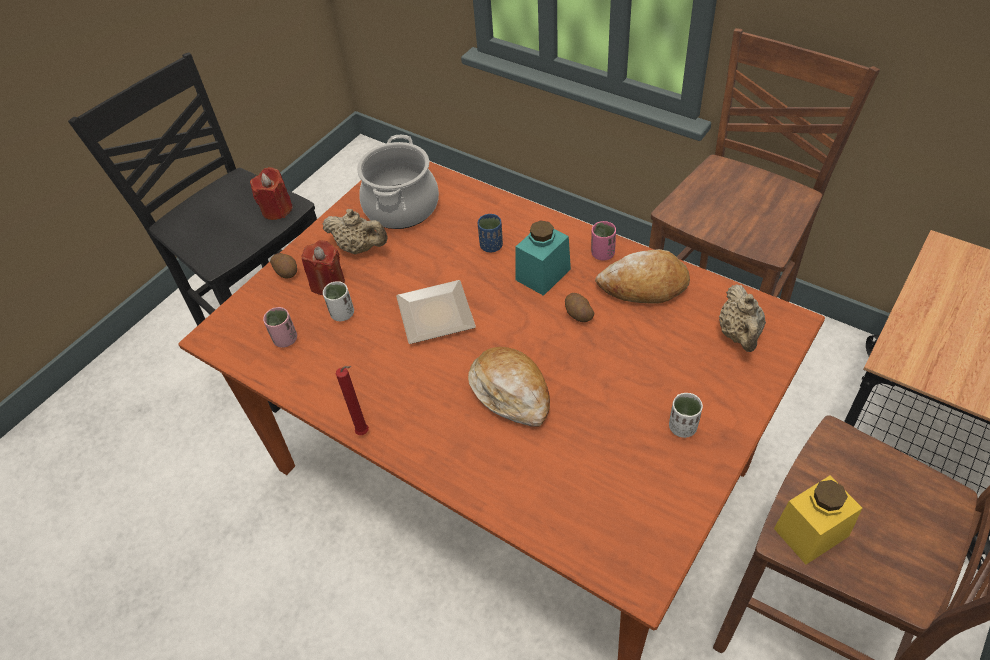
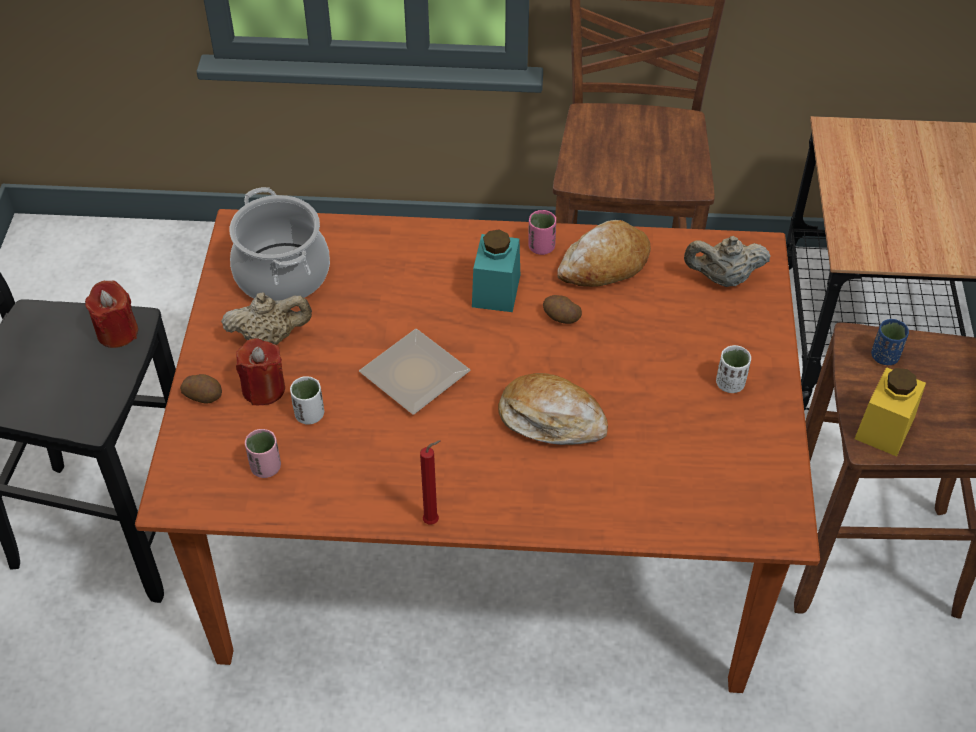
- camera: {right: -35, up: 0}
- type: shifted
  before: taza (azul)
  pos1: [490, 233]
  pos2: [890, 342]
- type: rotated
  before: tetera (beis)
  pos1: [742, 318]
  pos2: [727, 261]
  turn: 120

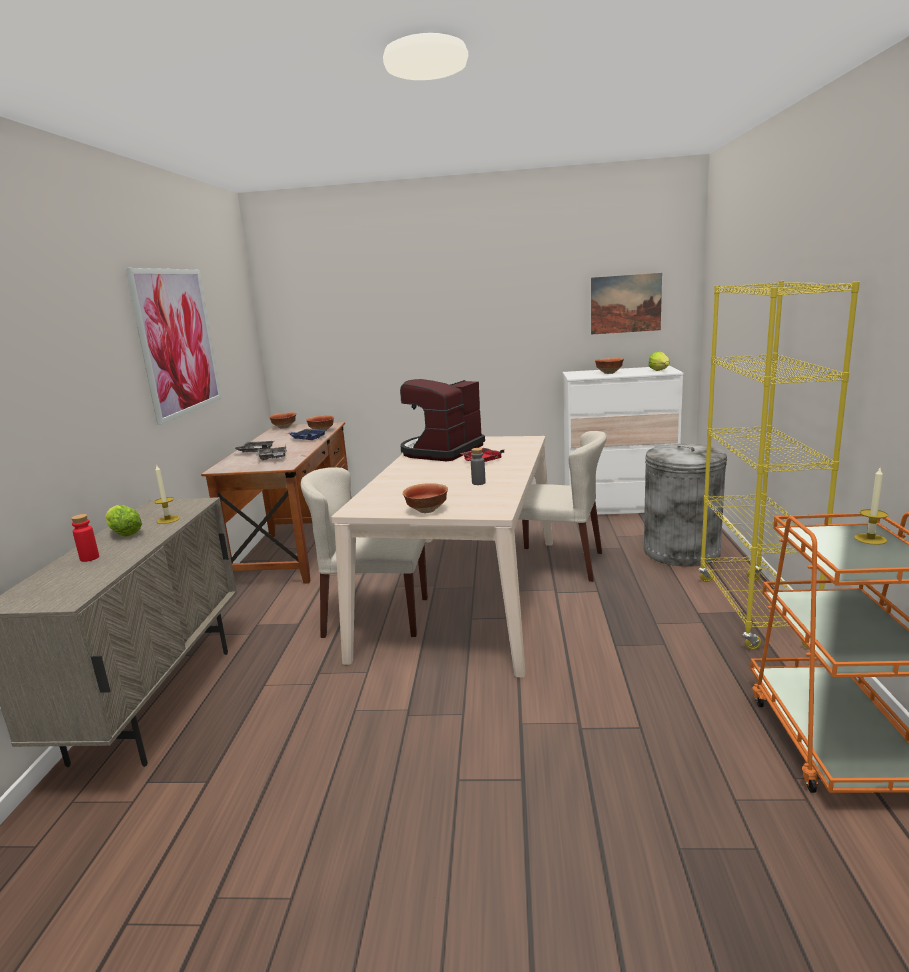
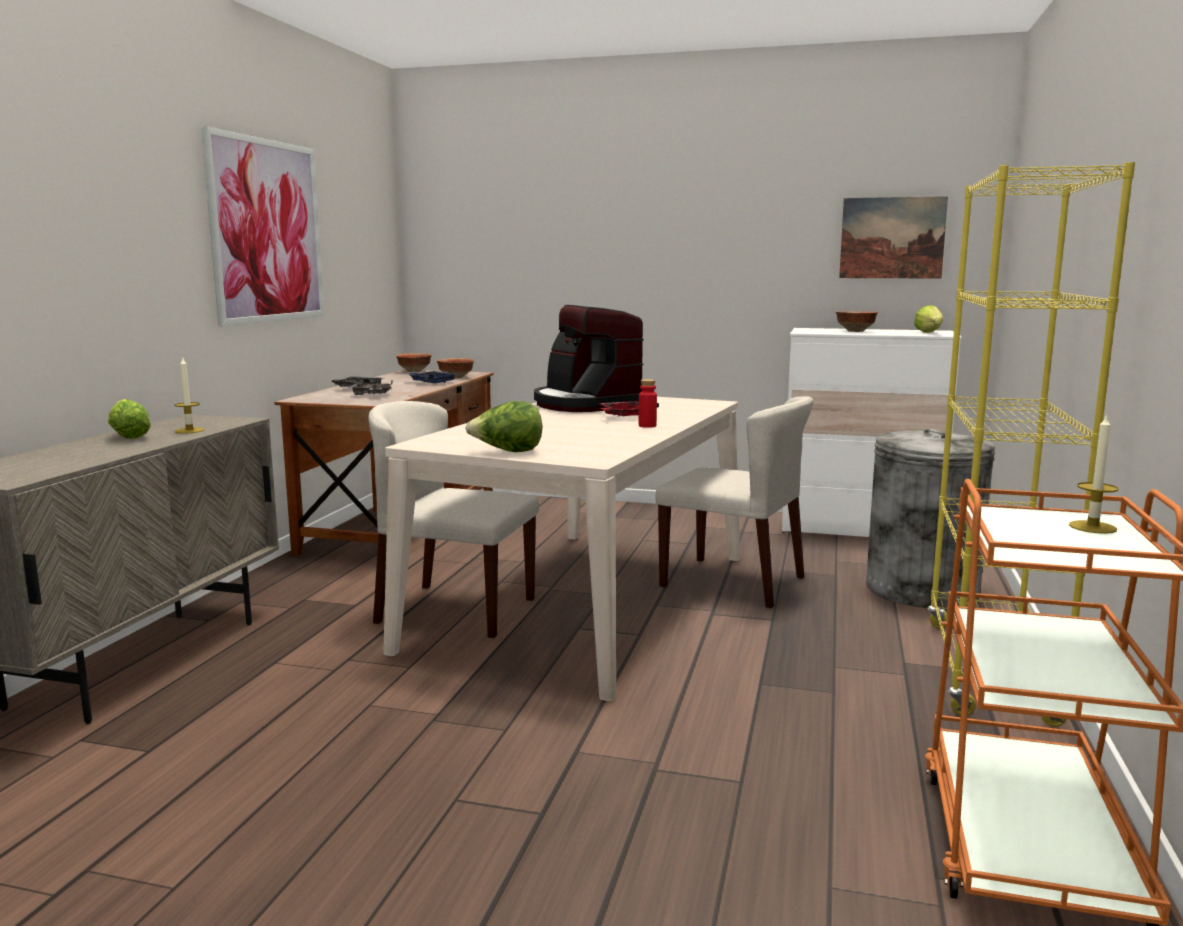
- camera: {right: 10, up: -5}
- type: rotated
  before: cafetera
  pos1: [442, 420]
  pos2: [589, 358]
  turn: -75
- type: gone
  before: botella (gris)
  pos1: [478, 466]
- type: swapped
  before: cuenco
  after: lechuga
  pos1: [425, 498]
  pos2: [504, 426]
- type: shifted
  before: botella (rojo)
  pos1: [85, 538]
  pos2: [648, 403]

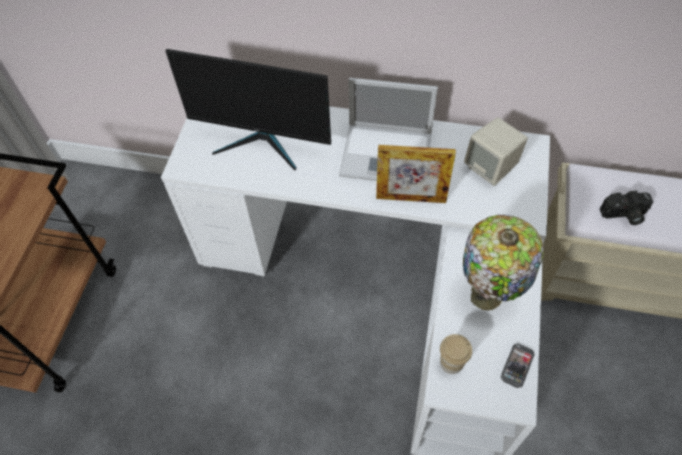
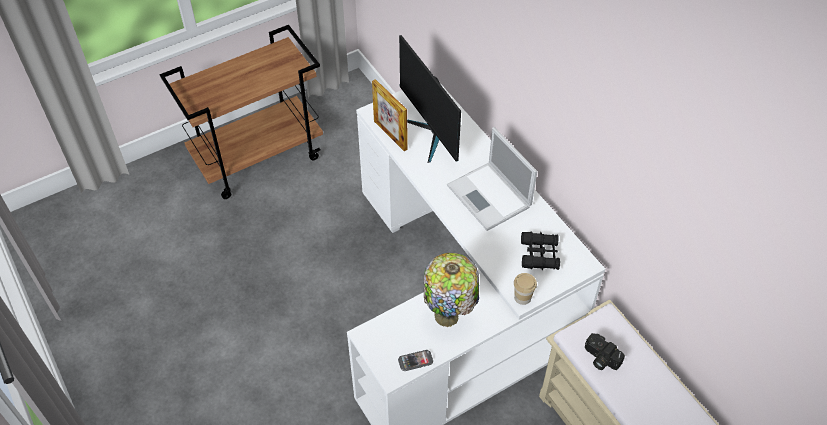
- camera: {right: 45, up: -5}
- type: swapped
  before: altavoz (beis)
  after: prismáticos (negro)
  pos1: [496, 151]
  pos2: [540, 250]
- type: shifted
  before: portarretratos
  pos1: [416, 174]
  pos2: [390, 115]
- type: shifted
  before: taza
  pos1: [456, 354]
  pos2: [525, 289]

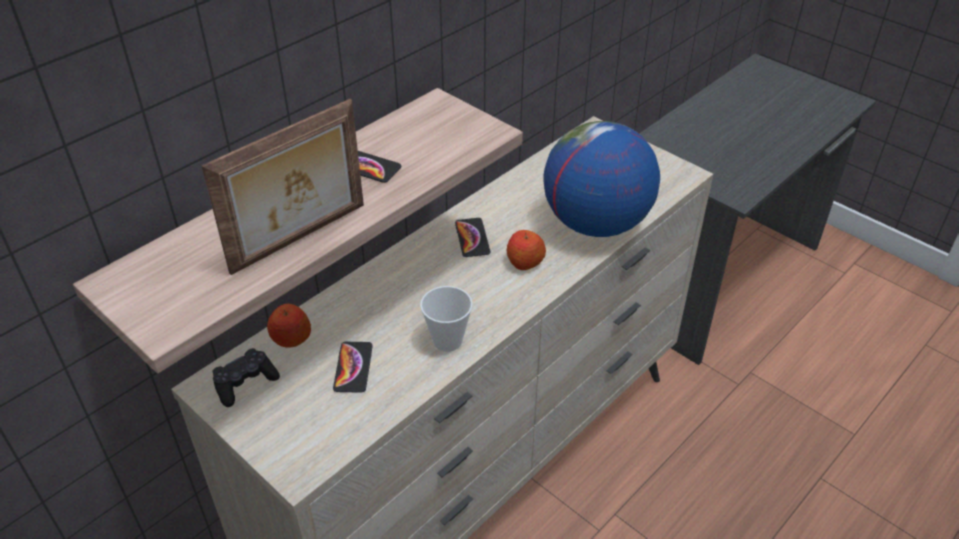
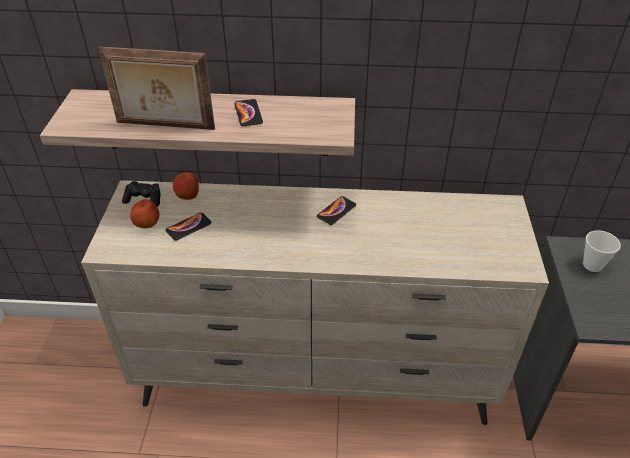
- camera: {right: 50, up: 0}
- type: gone
  before: globo terráqueo
  pos1: [601, 179]
- type: shifted
  before: manzana
  pos1: [526, 250]
  pos2: [145, 213]
- type: shifted
  before: taza
  pos1: [446, 319]
  pos2: [602, 251]

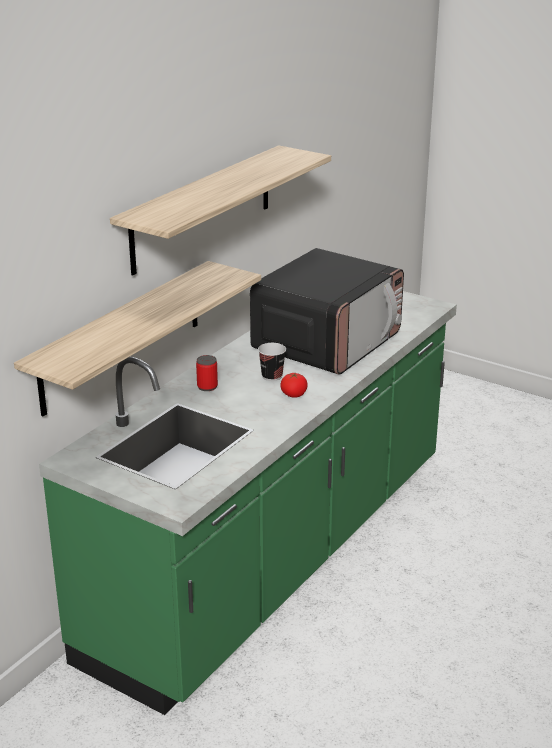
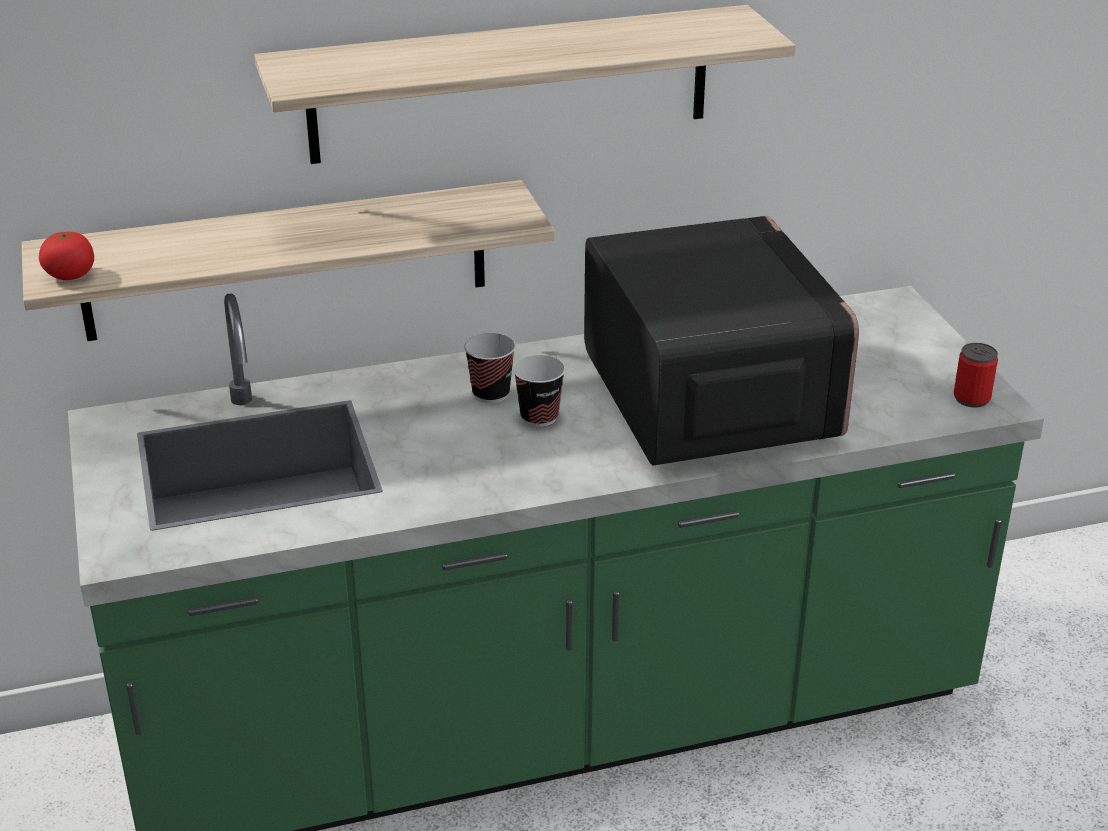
- camera: {right: 40, up: 5}
- type: rotated
  before: microondas
  pos1: [327, 311]
  pos2: [721, 341]
  turn: -90
- type: shifted
  before: lata
  pos1: [207, 373]
  pos2: [976, 375]
- type: shifted
  before: tomate
  pos1: [294, 385]
  pos2: [66, 256]
- type: new
  after: taza
  pos2: [489, 368]

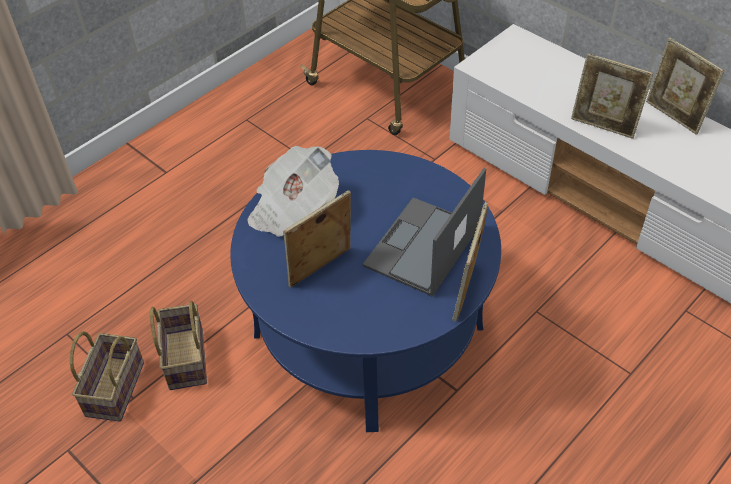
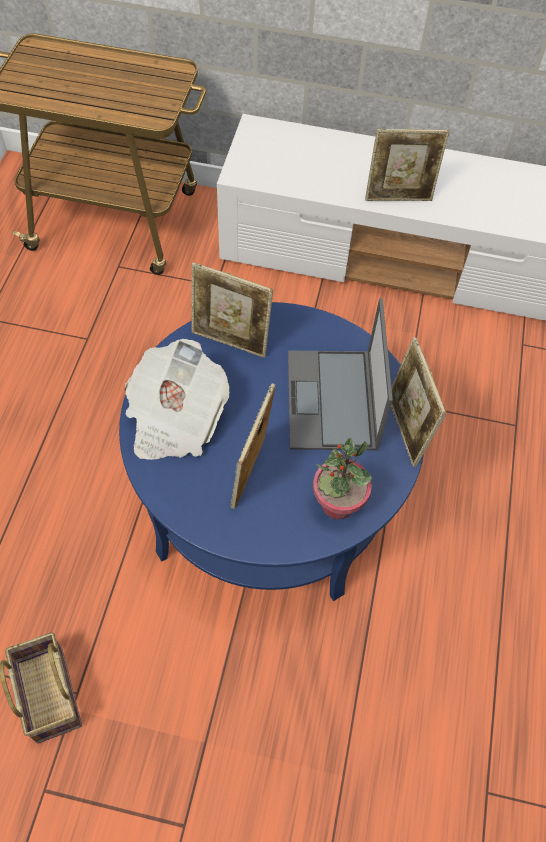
- camera: {right: -35, up: 10}
- type: shifted
  before: portarretratos
  pos1: [685, 86]
  pos2: [232, 310]
- type: gone
  before: cesta
  pos1: [178, 345]
- type: new
  after: planta en maceta
  pos2: [342, 478]

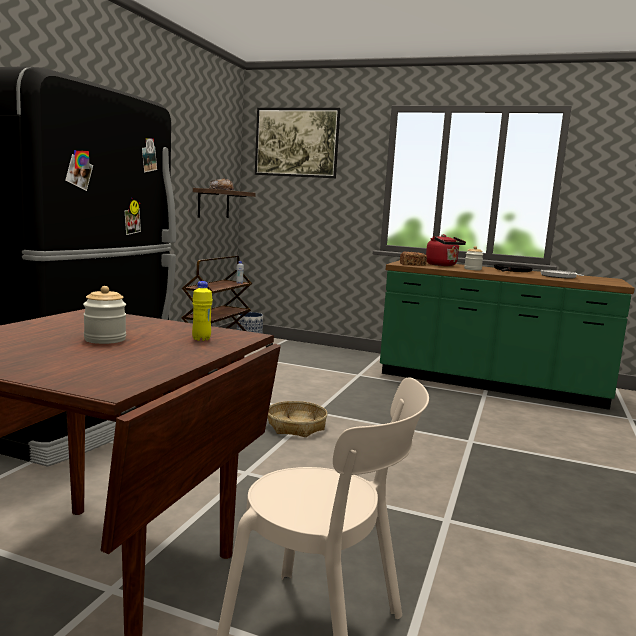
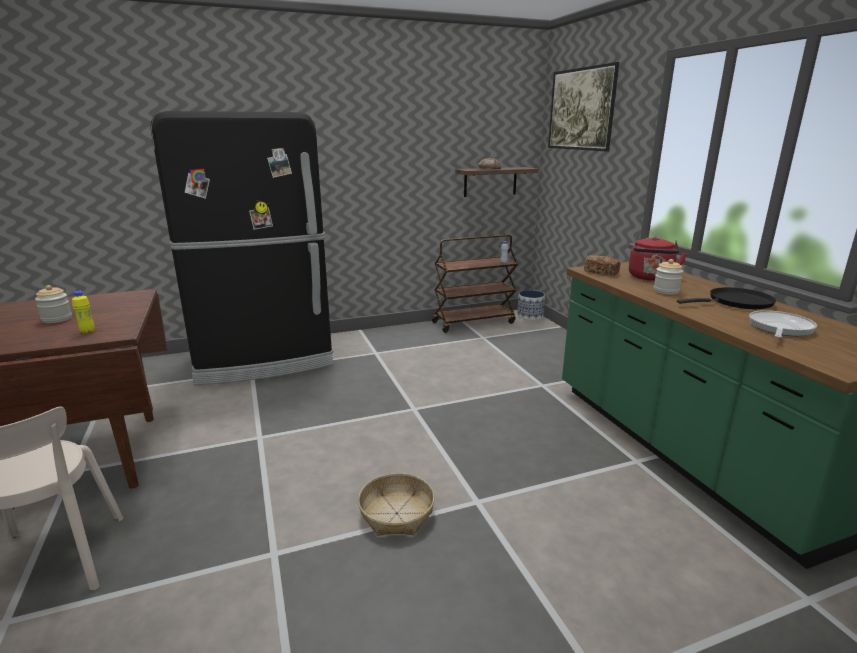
- camera: {right: 50, up: 10}
- type: shifted
  before: cesta
  pos1: [297, 419]
  pos2: [396, 504]

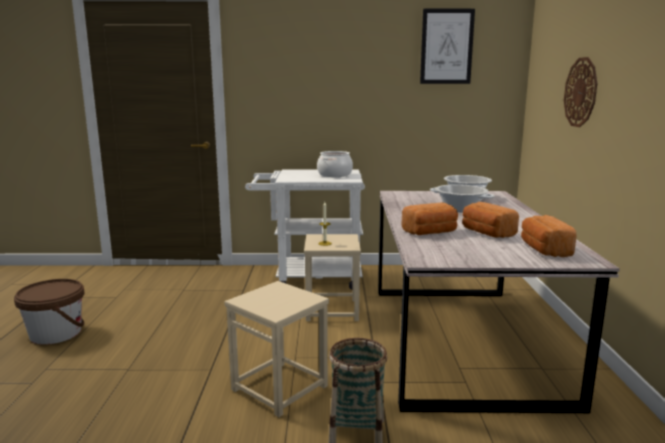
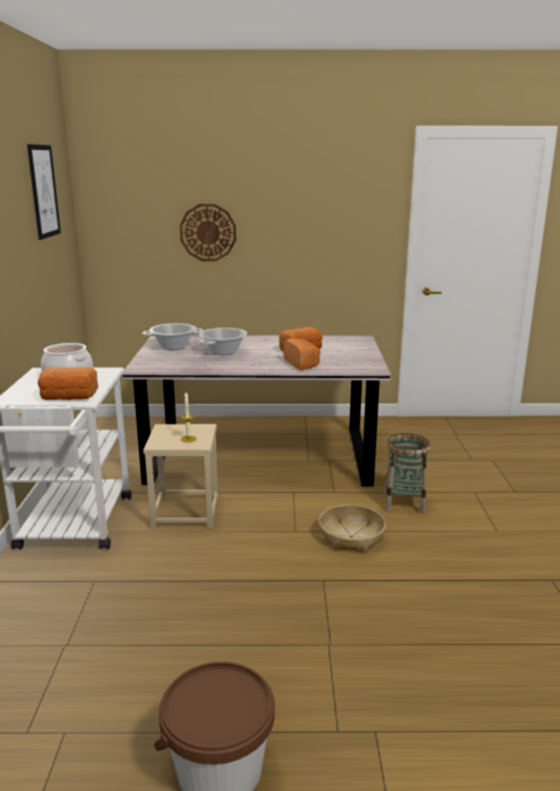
- camera: {right: -90, up: 5}
- type: shifted
  before: pan
  pos1: [549, 236]
  pos2: [68, 383]
- type: swapped
  before: taburete (beis)
  after: cesta
  pos1: [276, 349]
  pos2: [352, 528]

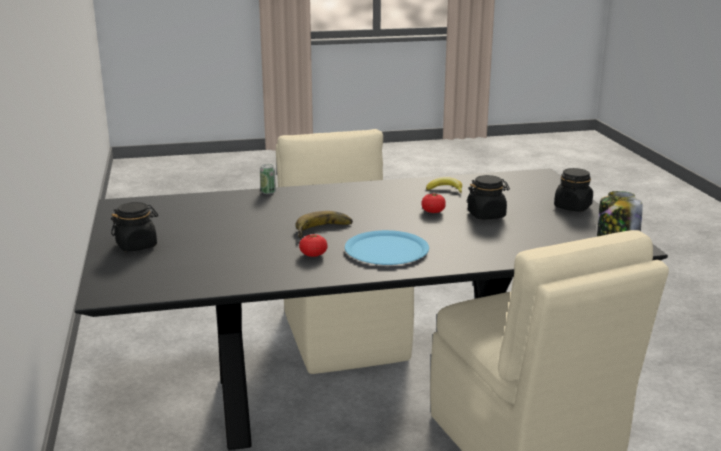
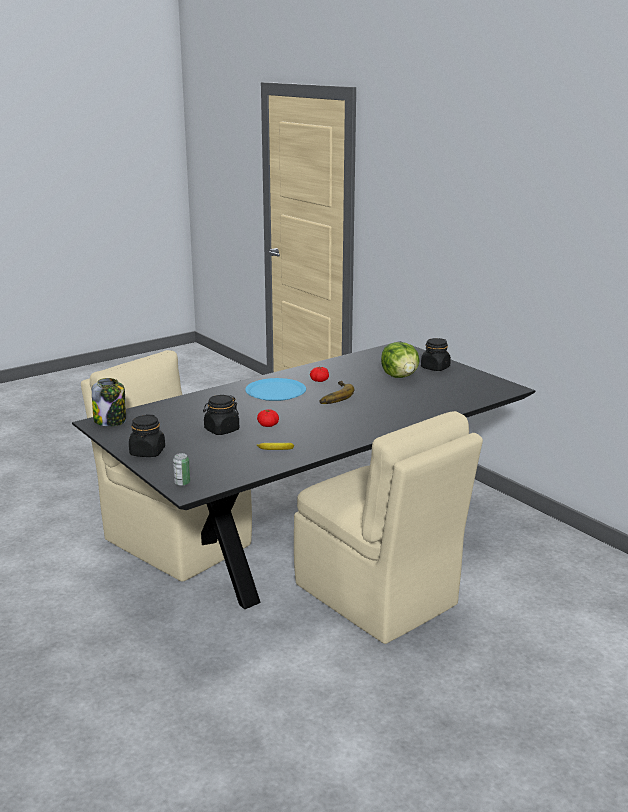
- camera: {right: 155, up: 0}
- type: shifted
  before: lata
  pos1: [268, 179]
  pos2: [181, 469]
- type: new
  after: lechuga
  pos2: [400, 360]

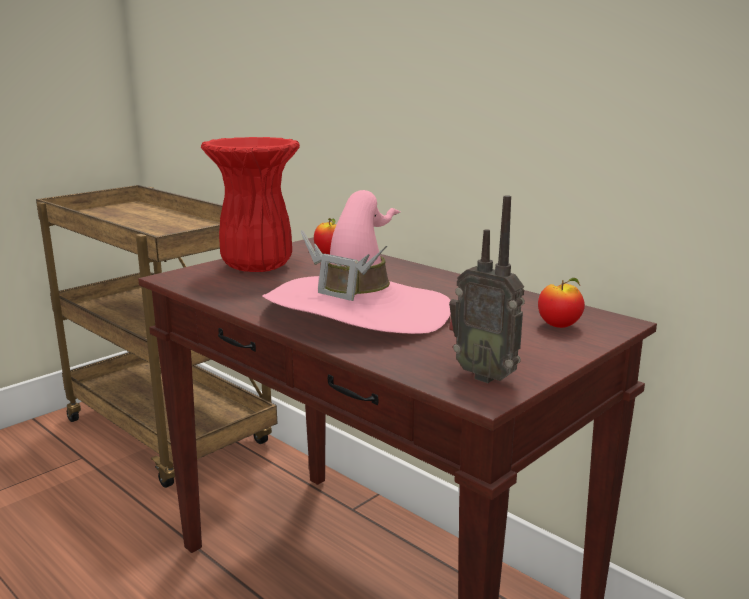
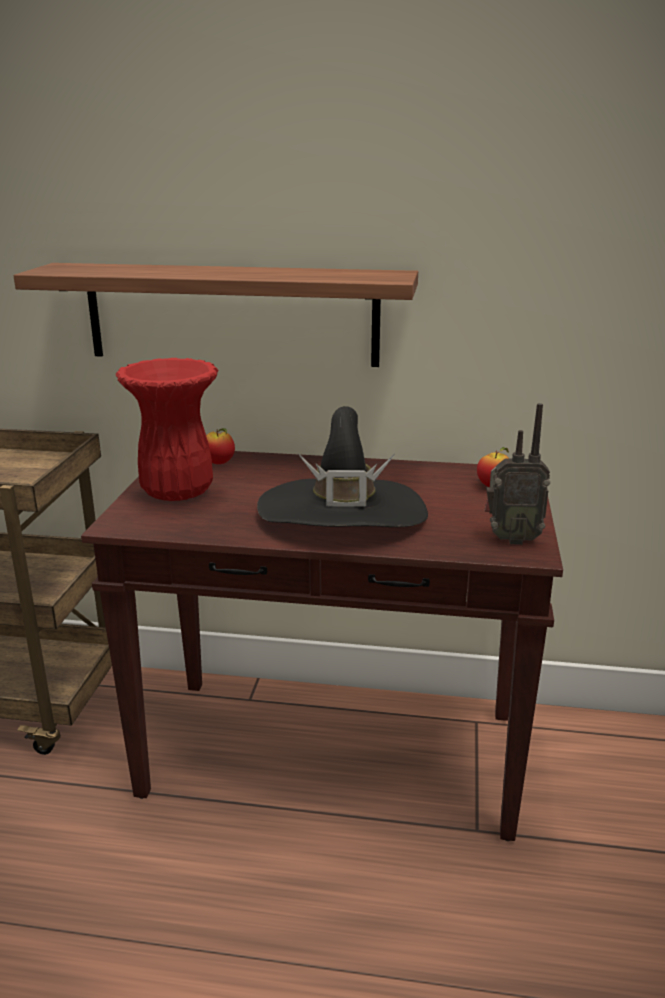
- camera: {right: -35, up: 5}
- type: repainted
  before: sombrero (rosa)
  after: sombrero (negro)
  pos1: [356, 262]
  pos2: [342, 466]
- type: new
  after: estante
  pos2: [216, 315]

